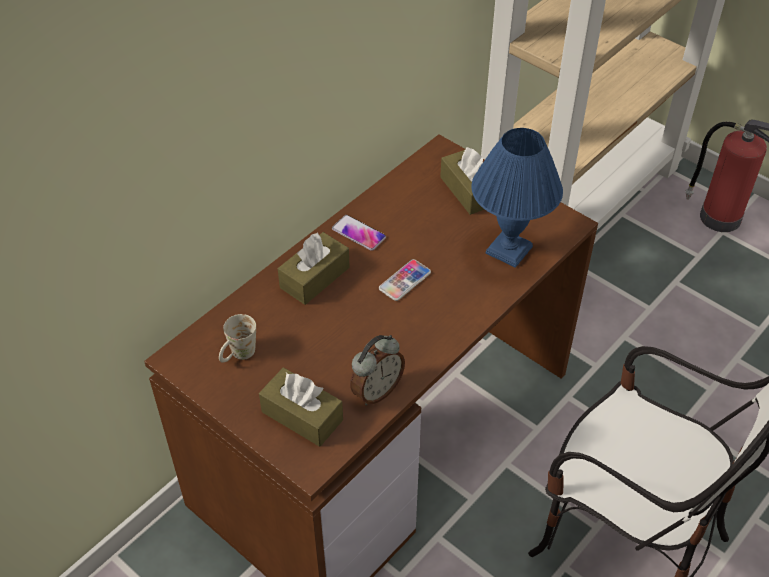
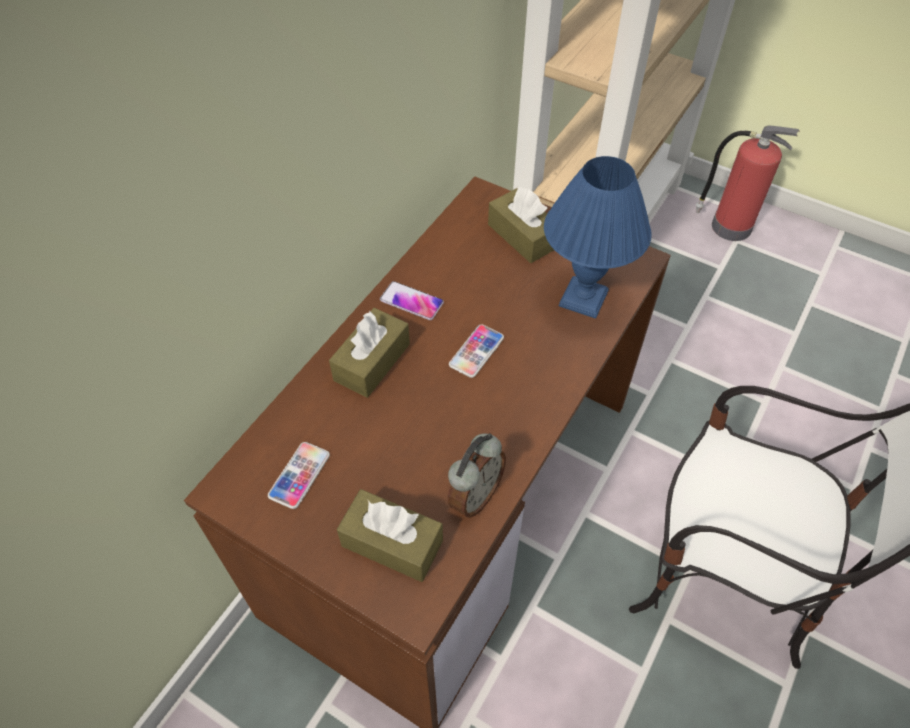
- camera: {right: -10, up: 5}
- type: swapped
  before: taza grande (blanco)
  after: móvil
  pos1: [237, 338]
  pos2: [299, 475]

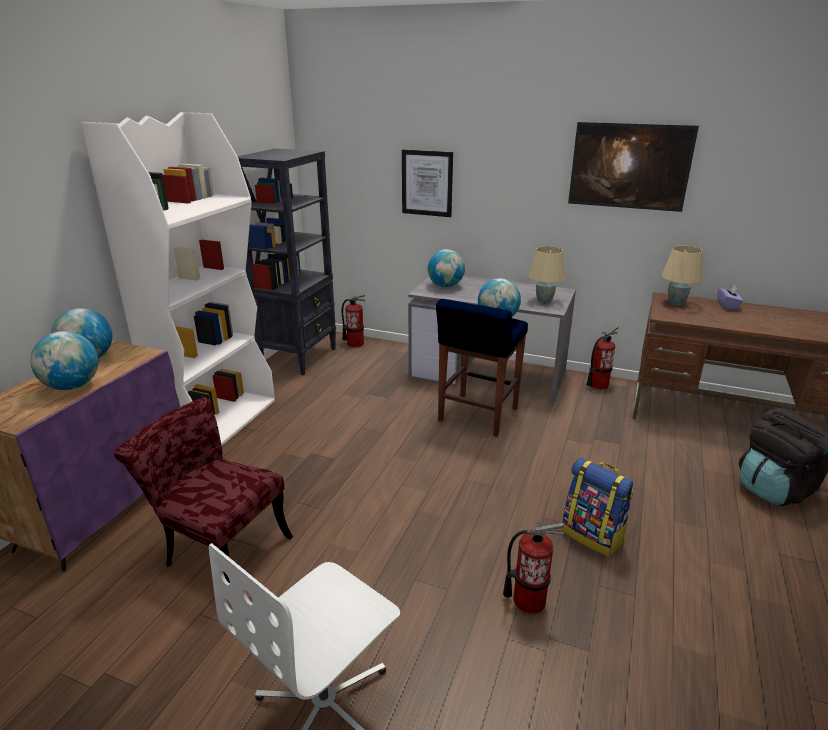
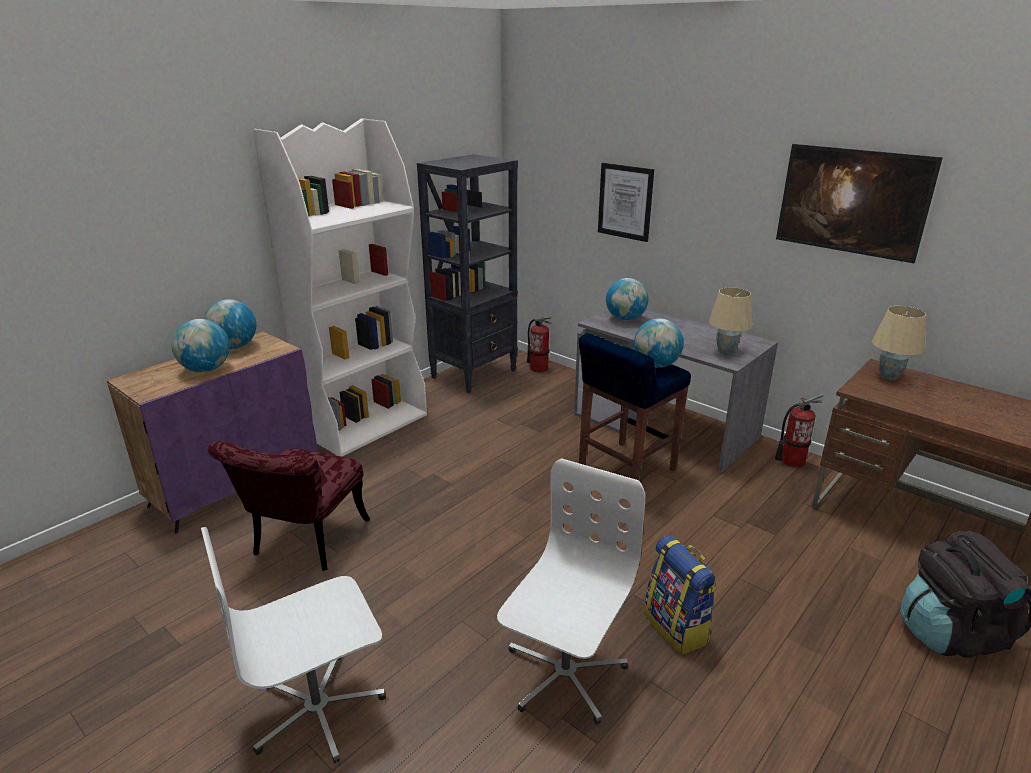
- camera: {right: 20, up: 0}
- type: gone
  before: caja de pañuelos (morado)
  pos1: [730, 297]
- type: rotated
  before: silla (rojo)
  pos1: [203, 490]
  pos2: [289, 506]
  turn: -120
- type: swapped
  before: extintor
  after: silla de oficina (blanco)
  pos1: [533, 568]
  pos2: [571, 591]

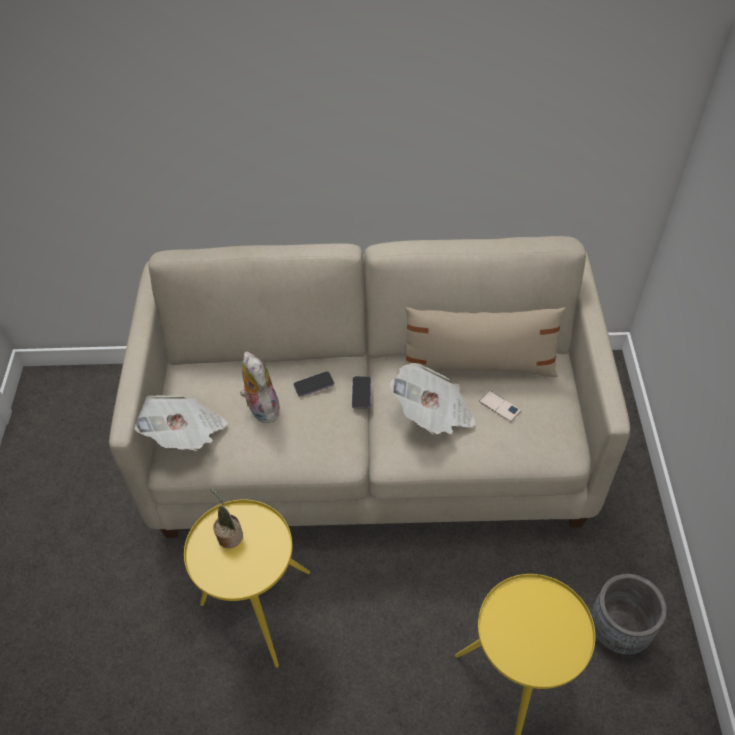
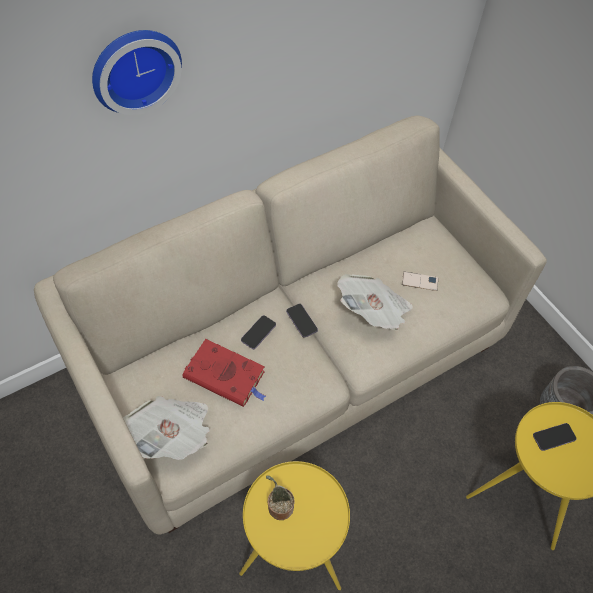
- camera: {right: -35, up: 5}
- type: gone
  before: cojín (beis)
  pos1: [485, 342]
- type: swapped
  before: peluche
  after: libro (rojo)
  pos1: [260, 387]
  pos2: [224, 373]
- type: new
  after: reloj de pared
  pos2: [137, 72]
- type: new
  after: móvil
  pos2: [555, 437]

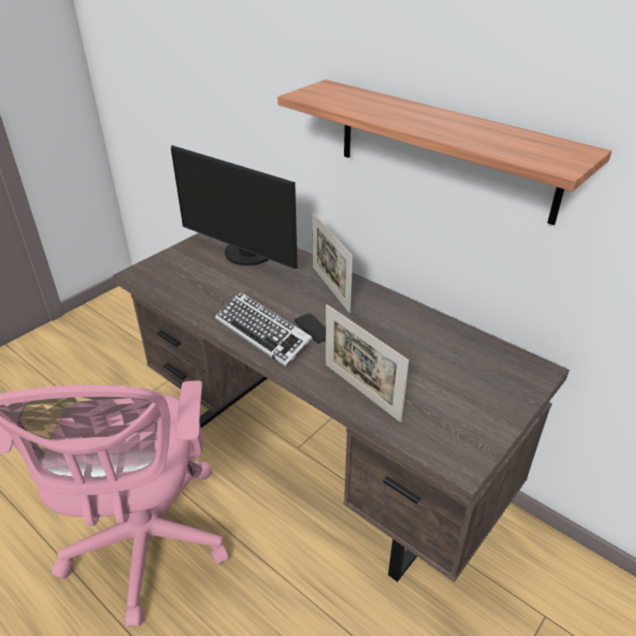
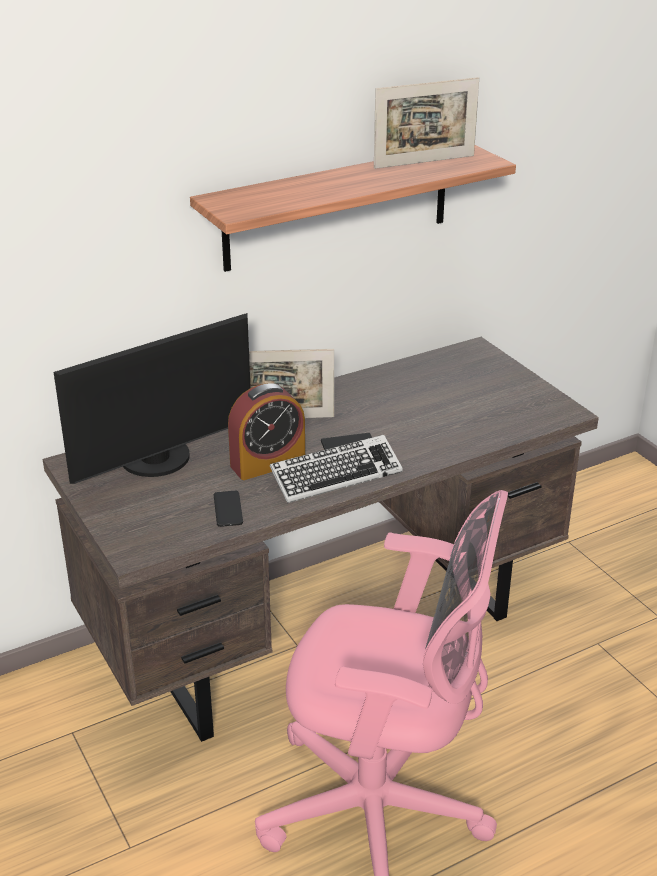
- camera: {right: -70, up: -5}
- type: shifted
  before: portarretratos
  pos1: [367, 363]
  pos2: [426, 123]
- type: new
  after: despertador
  pos2: [266, 431]
- type: new
  after: móvil
  pos2: [228, 509]

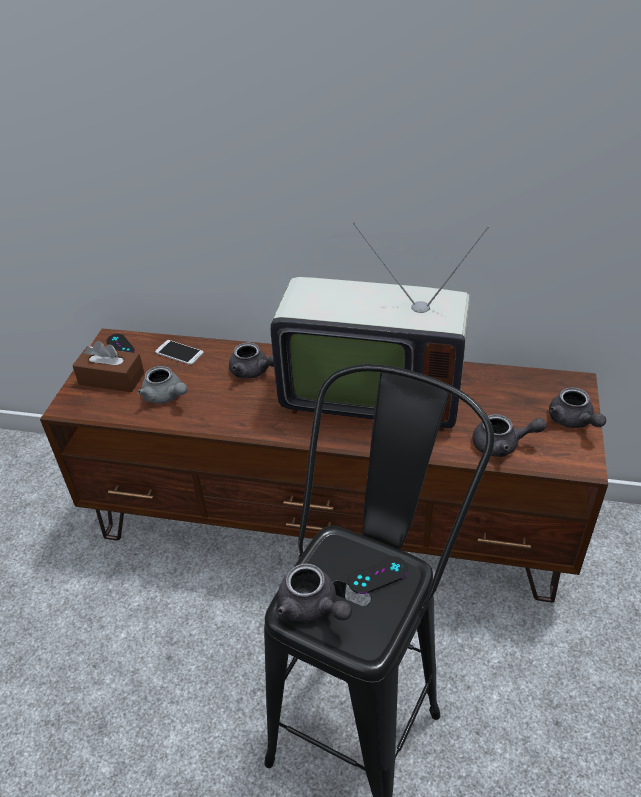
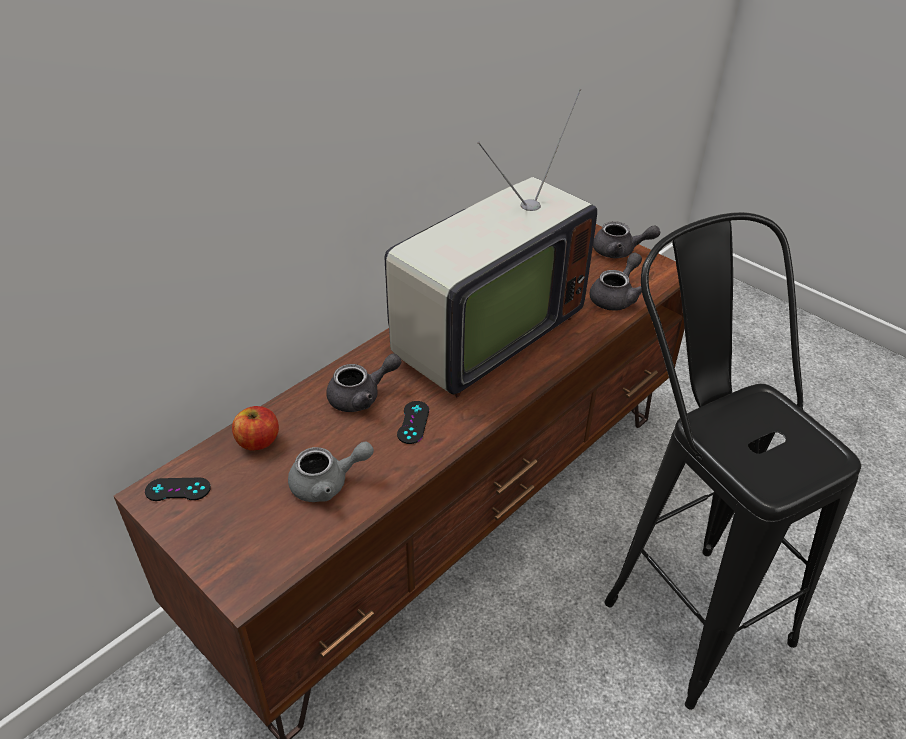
- camera: {right: -60, up: 0}
- type: swapped
  before: móvil
  after: manzana
  pos1: [179, 352]
  pos2: [255, 428]
- type: gone
  before: caja de pañuelos (marrón)
  pos1: [108, 366]
- type: shifted
  before: mando de consola (negro)
  pos1: [378, 575]
  pos2: [413, 422]
- type: gone
  before: tetera (gris)
  pos1: [315, 592]

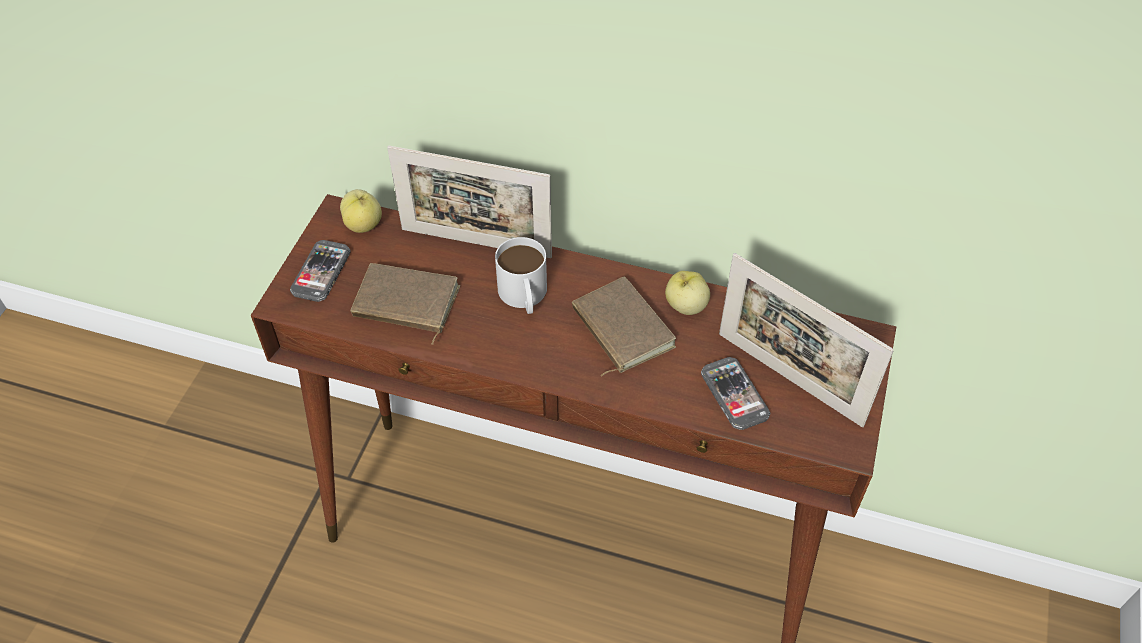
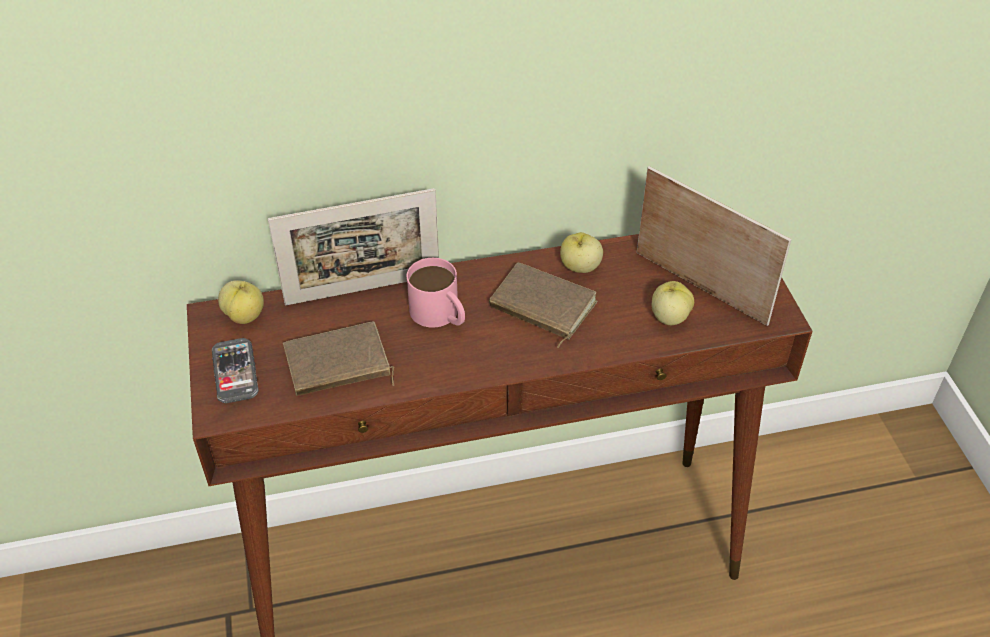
- camera: {right: -30, up: -5}
- type: repainted
  before: taza grande (blanco)
  after: taza grande (rosa)
  pos1: [521, 275]
  pos2: [436, 293]
- type: rotated
  before: portarretratos
  pos1: [806, 340]
  pos2: [714, 246]
  turn: -150
- type: swapped
  before: móvil
  after: manzana
  pos1: [735, 393]
  pos2: [672, 303]

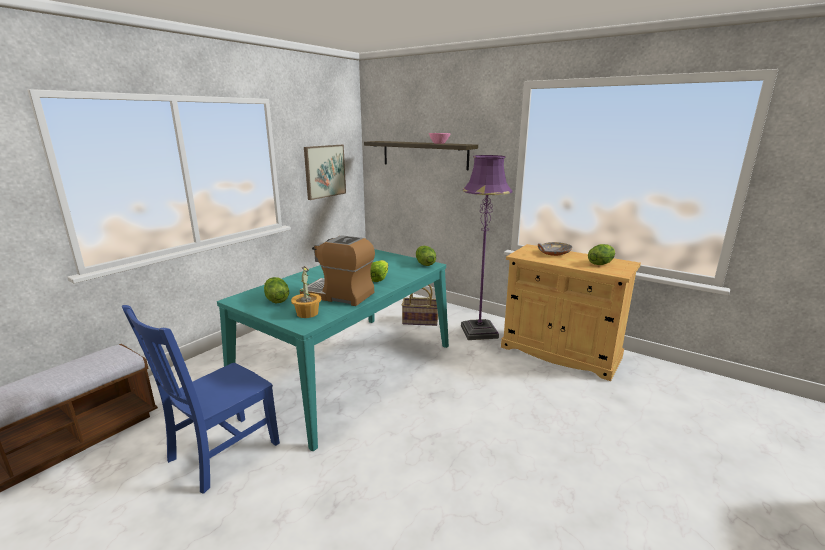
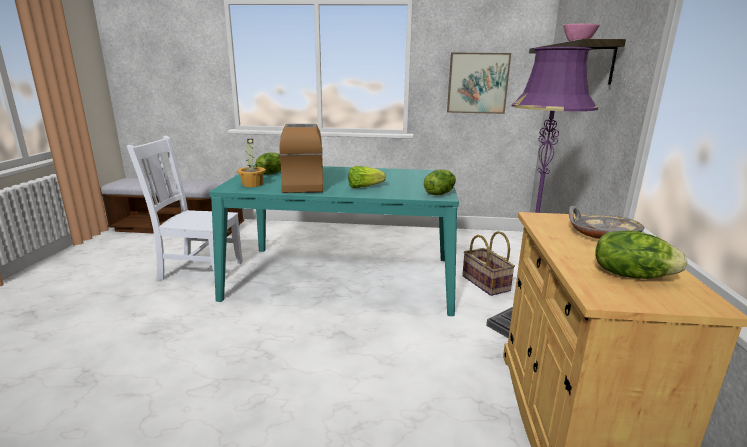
- camera: {right: 60, up: 0}
- type: repainted
  before: silla (azul)
  after: silla (blanco)
  pos1: [201, 399]
  pos2: [185, 208]

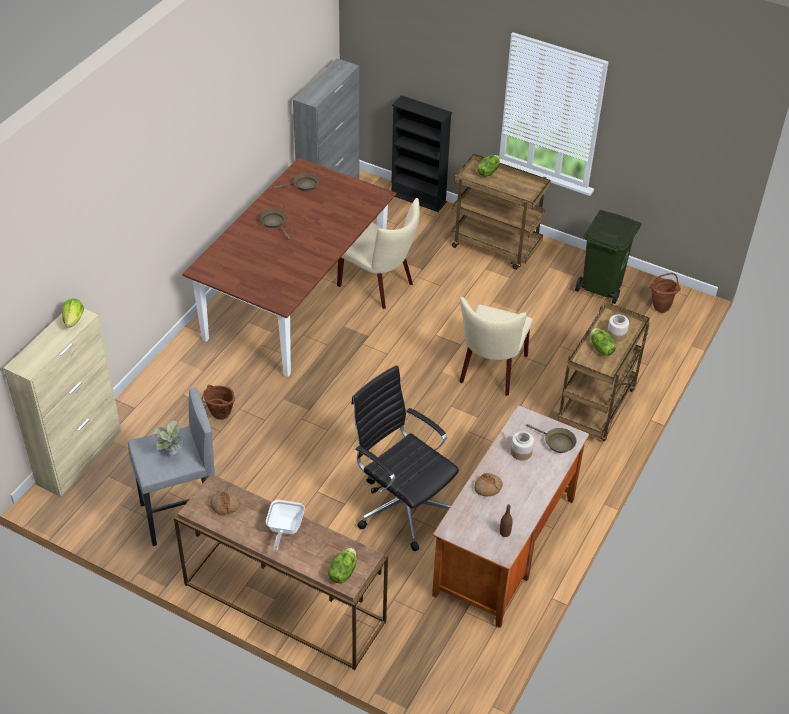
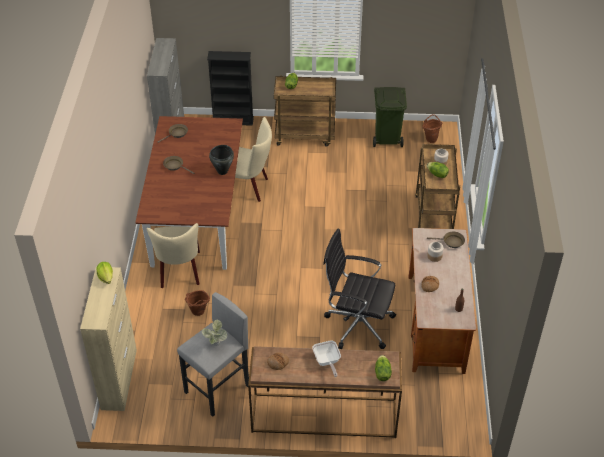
- camera: {right: -25, up: 0}
- type: shifted
  before: silla (beis)
  pos1: [496, 346]
  pos2: [173, 255]
- type: new
  after: olla (negro)
  pos2: [221, 160]

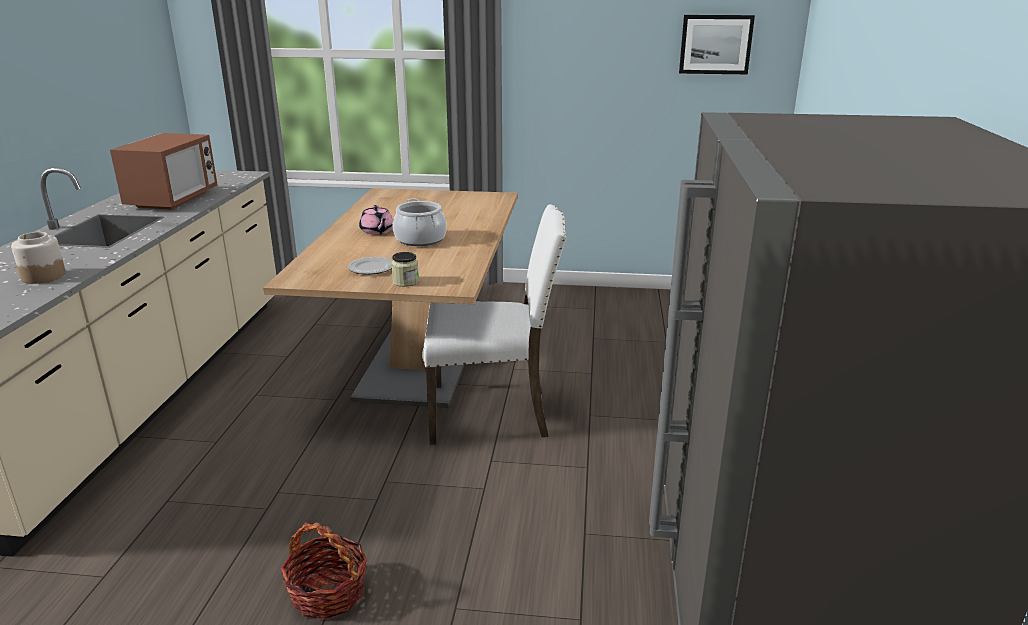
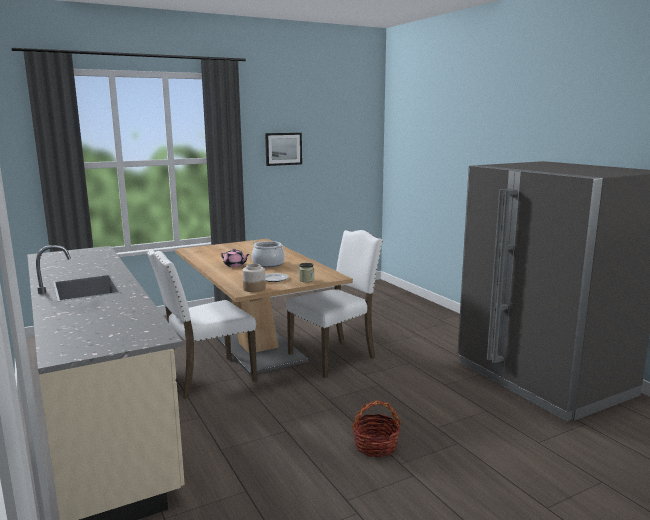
- camera: {right: -35, up: -10}
- type: shifted
  before: cuadro
  pos1: [717, 44]
  pos2: [283, 149]
- type: gone
  before: microondas
  pos1: [163, 171]
- type: shifted
  before: tarro
  pos1: [38, 258]
  pos2: [254, 278]
- type: new
  after: silla (blanco)
  pos2: [202, 324]

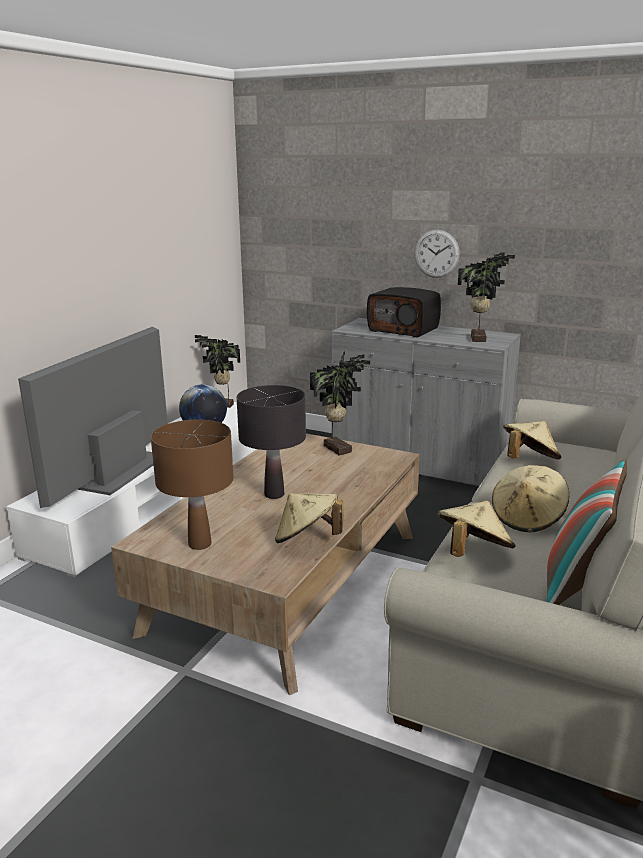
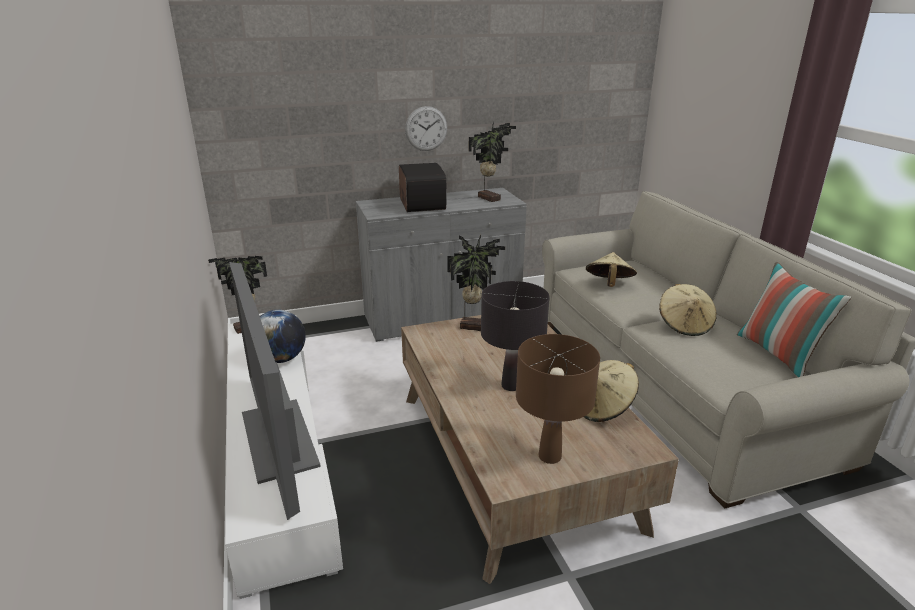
- camera: {right: -45, up: 5}
- type: rotated
  before: radio
  pos1: [404, 312]
  pos2: [423, 187]
  turn: -90
- type: gone
  before: sombrero (beis)
  pos1: [476, 529]

